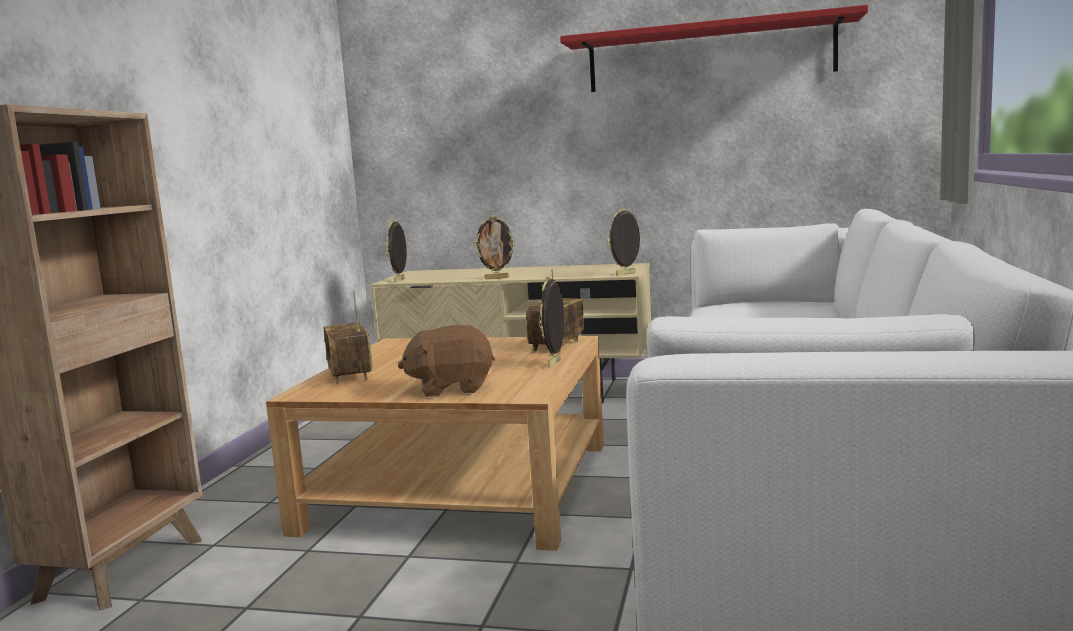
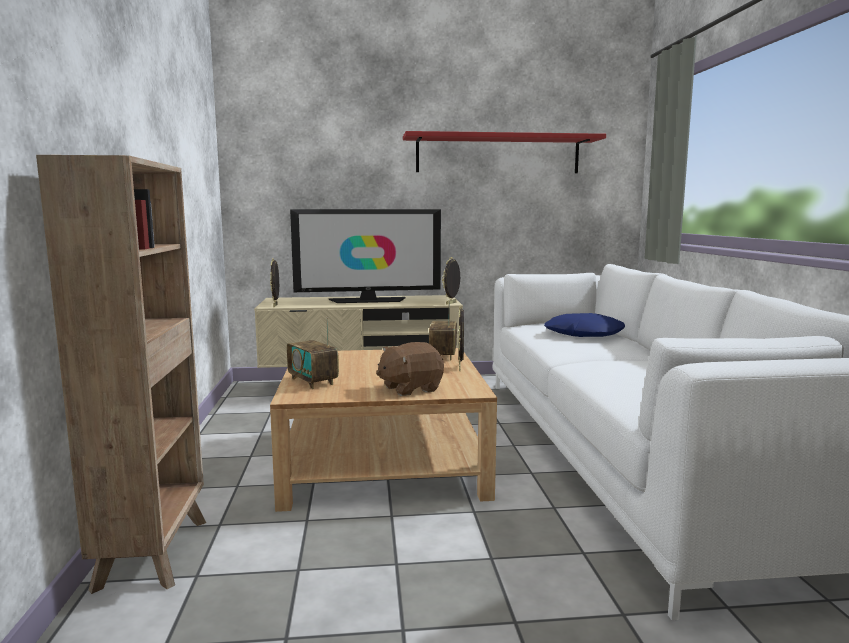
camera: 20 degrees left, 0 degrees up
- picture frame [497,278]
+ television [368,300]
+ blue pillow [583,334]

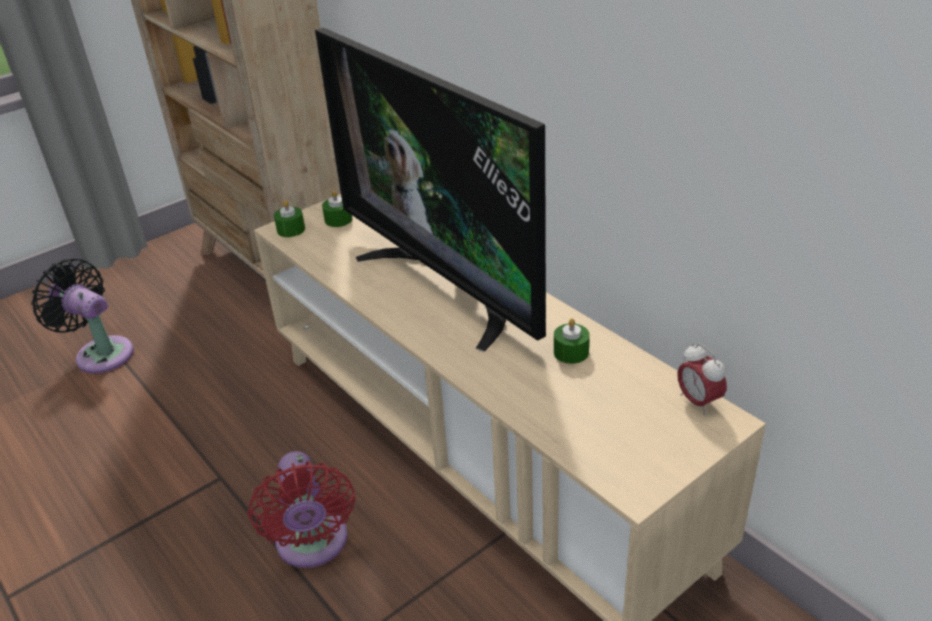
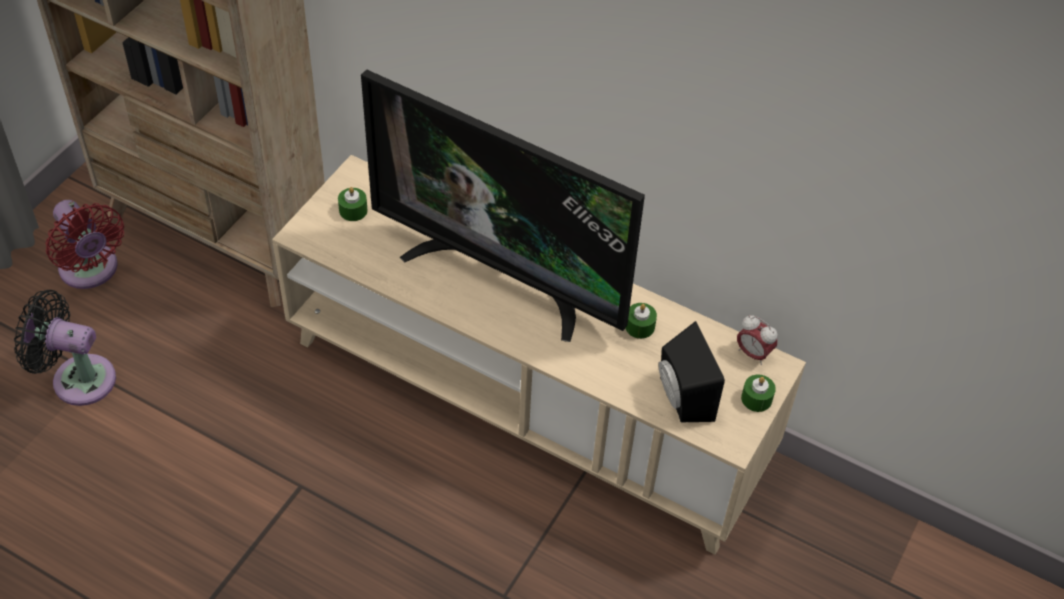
camera: 25 degrees left, 15 degrees up
~ red fan [313,545] to [91,271]
~ greenish wax candle [291,229] to [756,399]
+ black speaker [680,398]

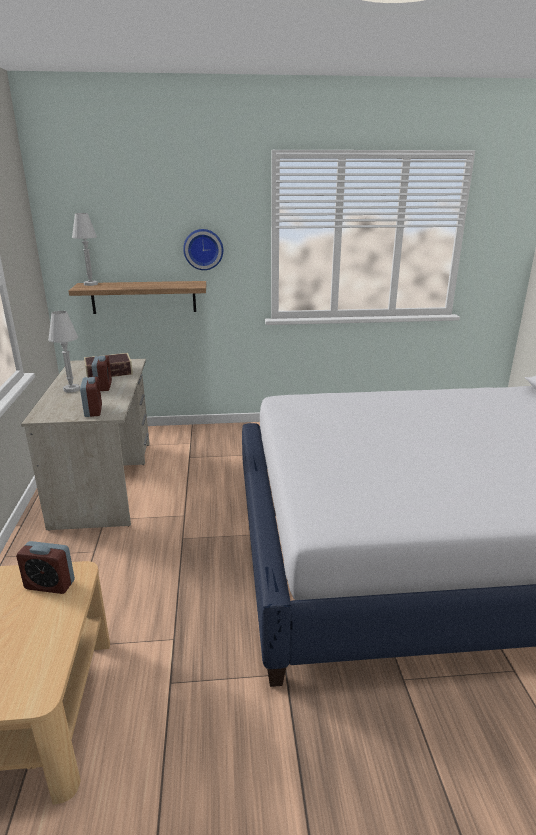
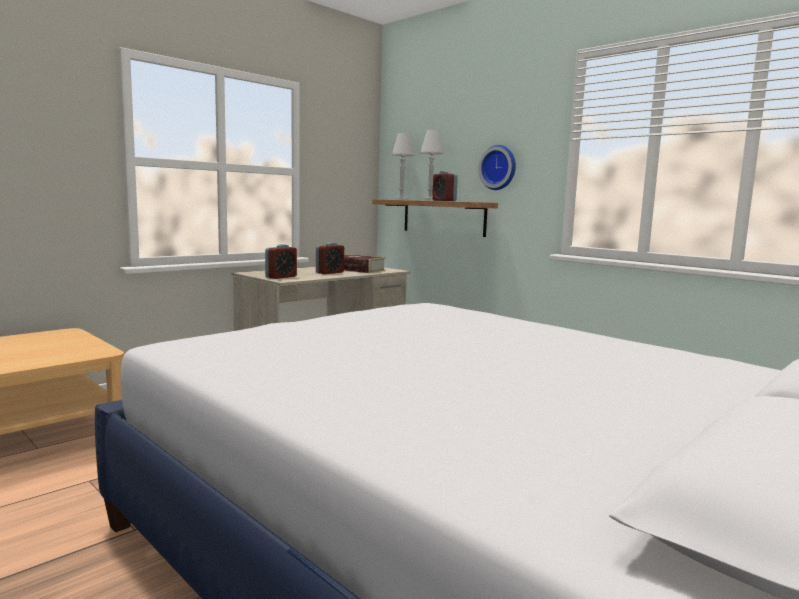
camera: 50 degrees right, 15 degrees down
~ bedside clock [50,585] to [444,200]
~ white tabletop lamp [71,389] to [430,200]

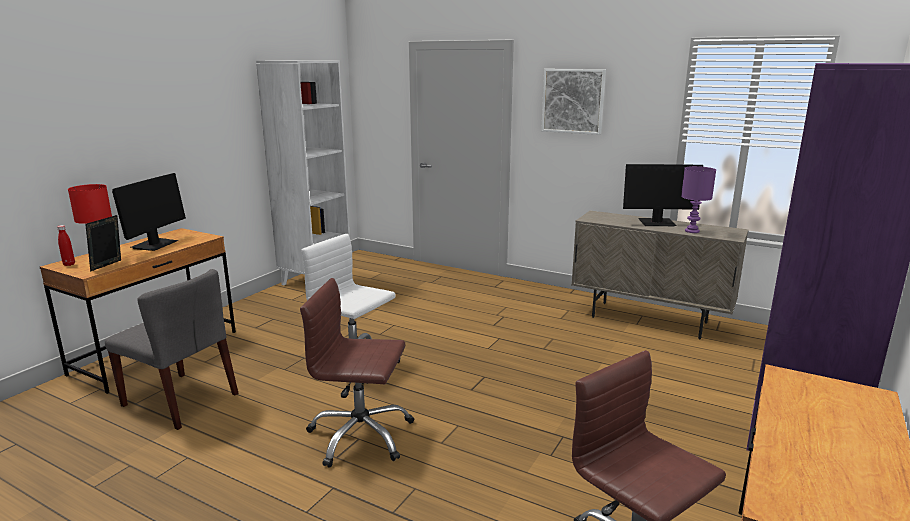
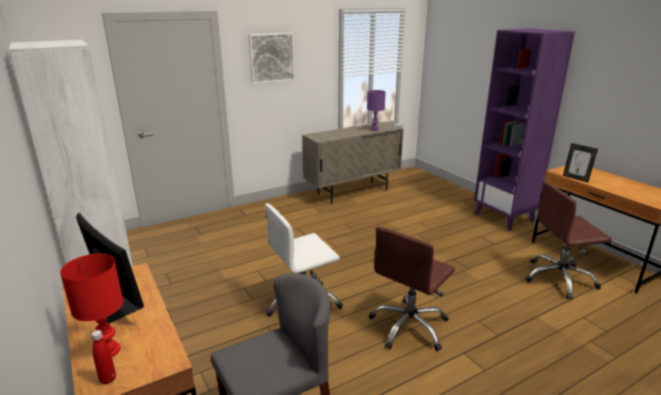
camera: 60 degrees left, 5 degrees up
~ picture frame [108,266] to [576,178]
- computer display [657,223]

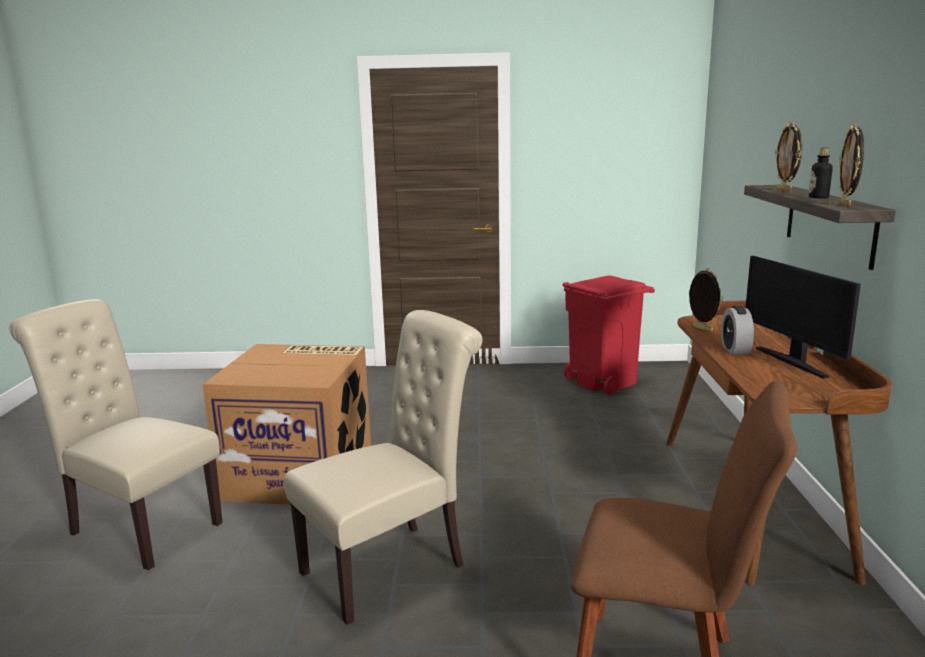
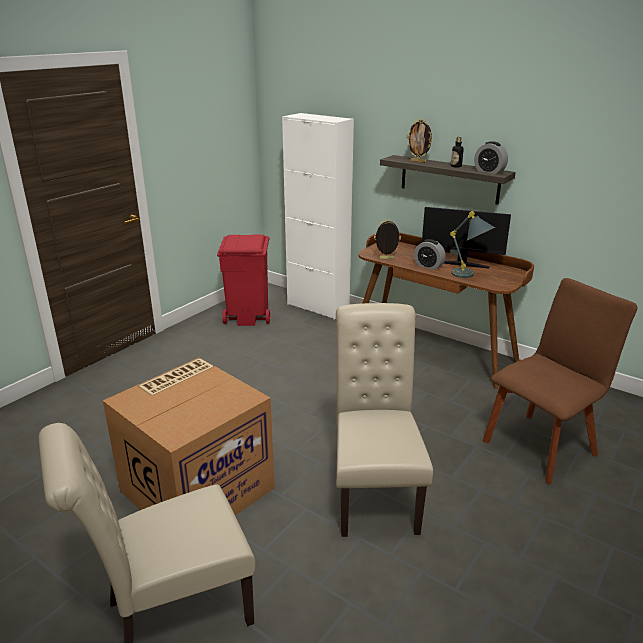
camera: 55 degrees left, 10 degrees up
~ picture frame [845,205] to bedside clock [489,171]
+ white storage cabinet [318,307]
+ greyish tabletop lamp [469,276]

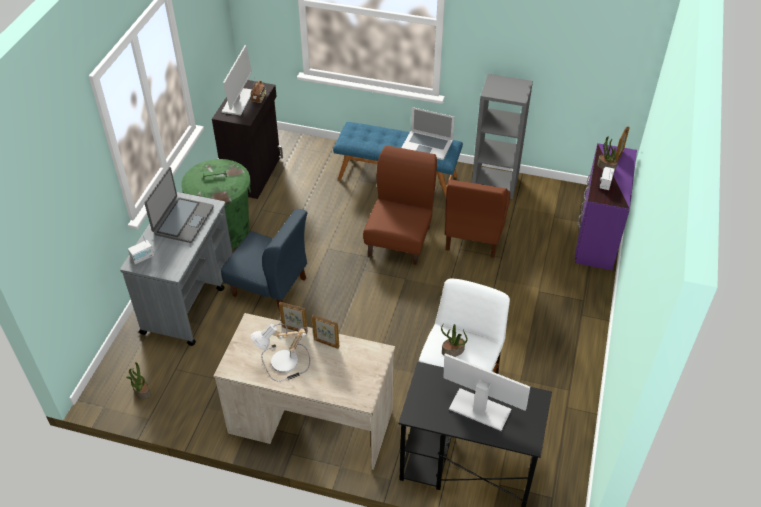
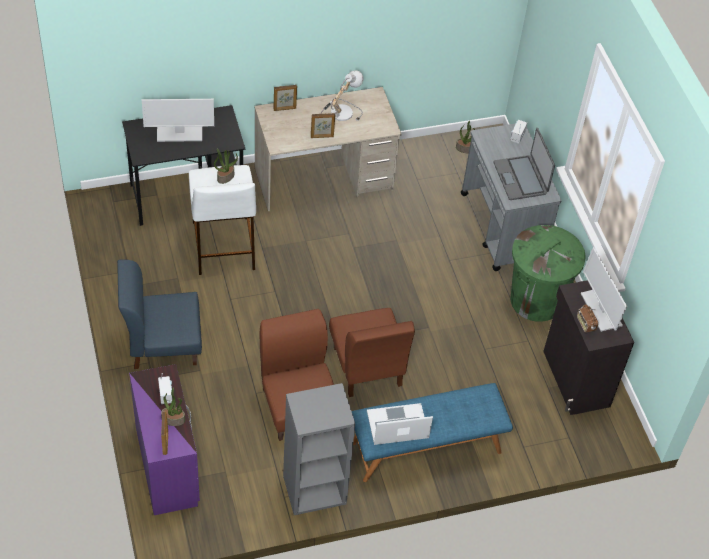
camera: 145 degrees right, 5 degrees up
~ blue plain chair [270,287] to [163,344]
~ picture frame [294,329] to [285,109]

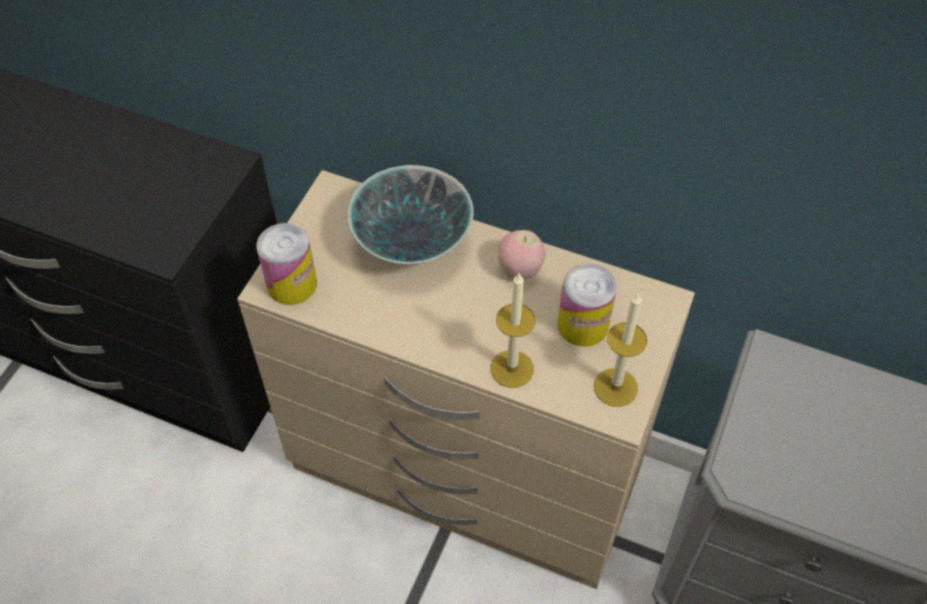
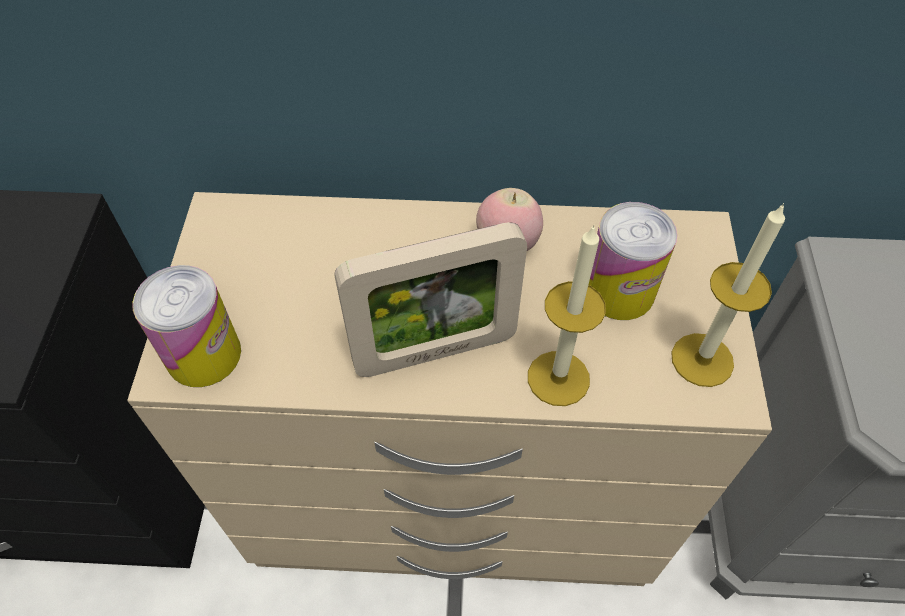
camera: 20 degrees left, 0 degrees up
- serving bowl [412,246]
+ picture frame [435,351]

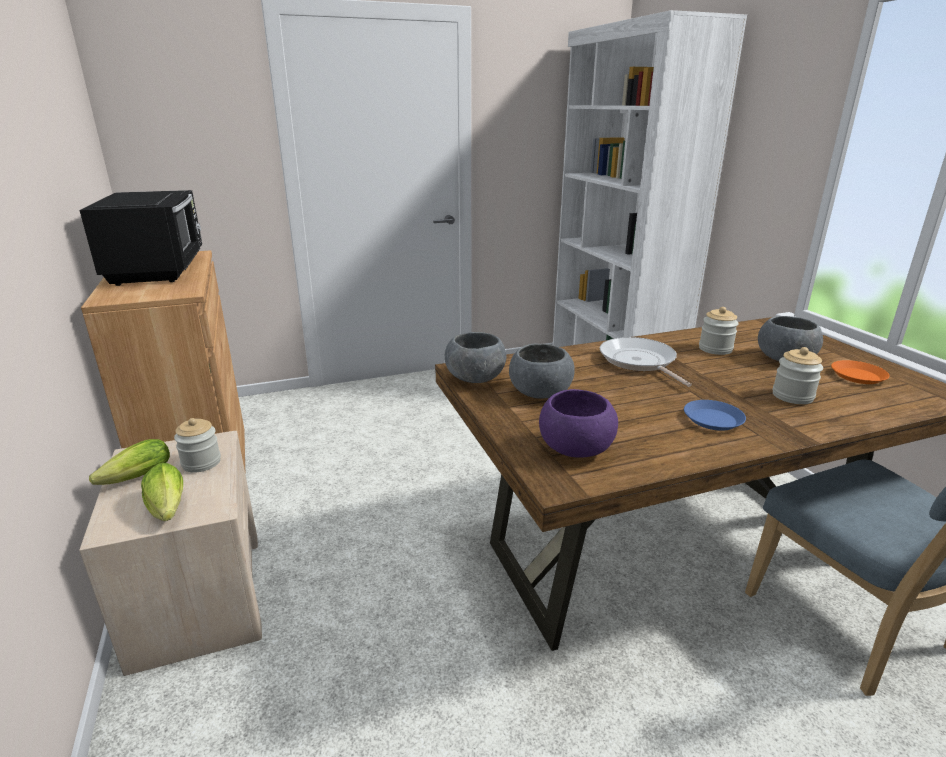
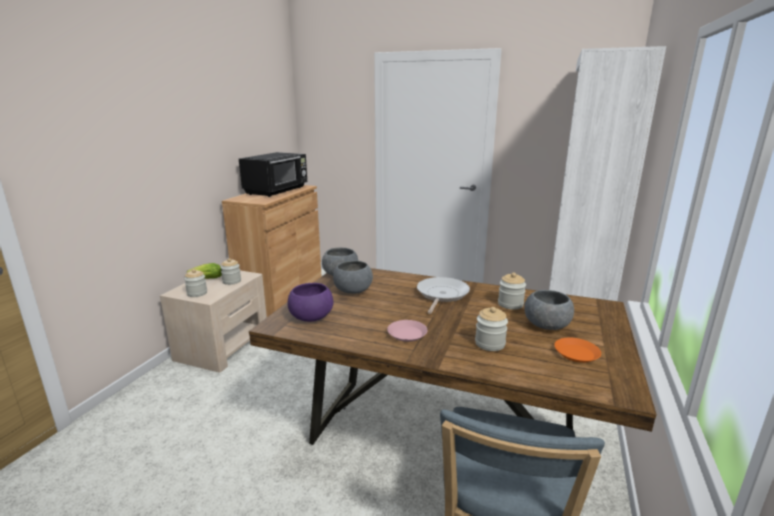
camera: 40 degrees right, 5 degrees down
~ lettuce [168,510] to storage jar [197,293]
~ blue flat dish [712,419] to pink-coloured flat dish [407,333]

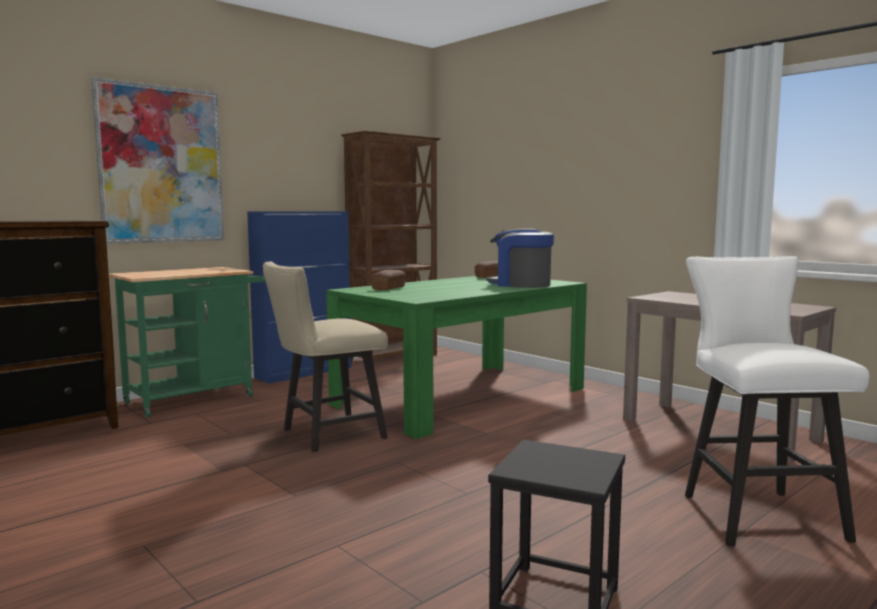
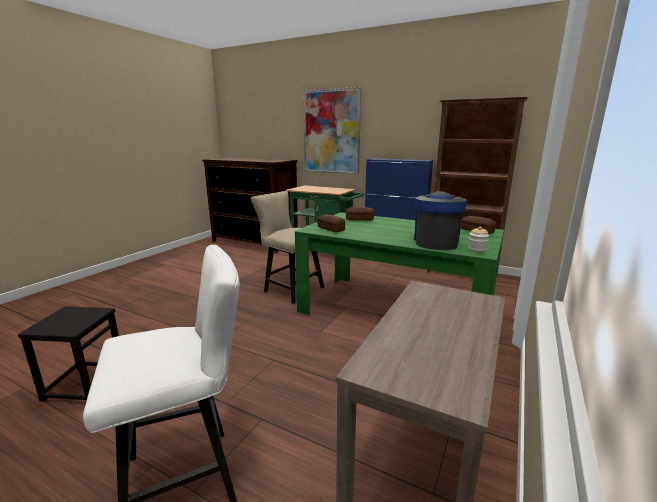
camera: 70 degrees right, 10 degrees up
+ baked bread [331,229]
+ storage jar [477,250]

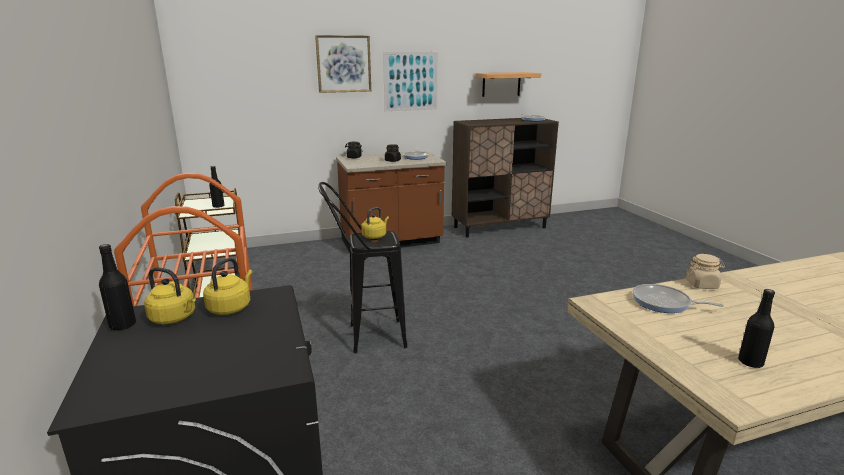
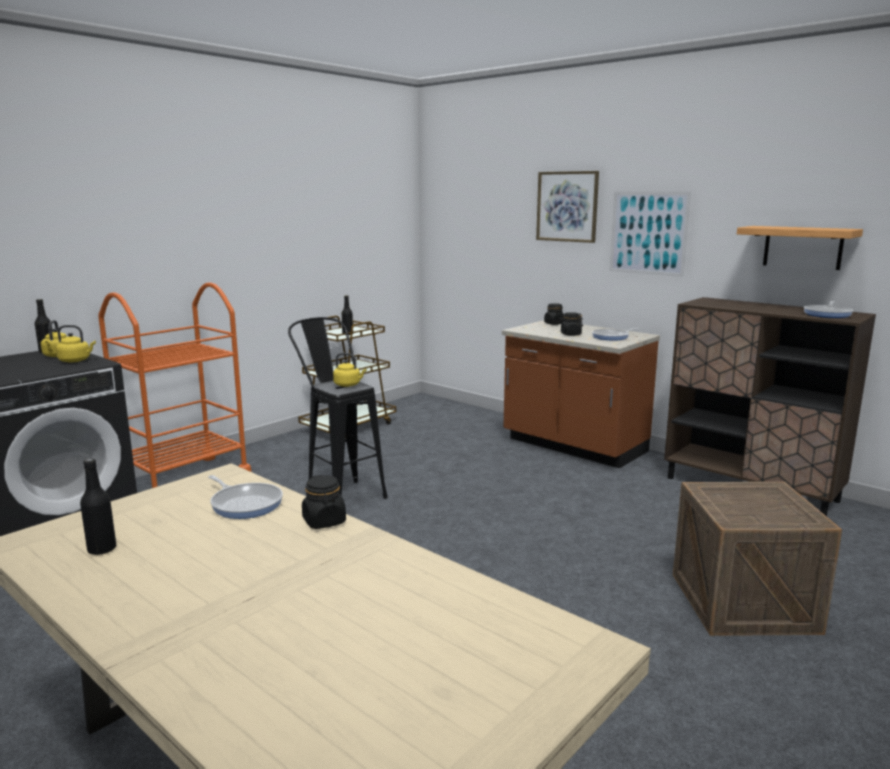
camera: 60 degrees right, 5 degrees down
~ pan [664,303] = [245,504] 135 degrees clockwise
~ beige-coloured storage jar [702,285] to black storage jar [324,521]
+ shipping crate [743,602]

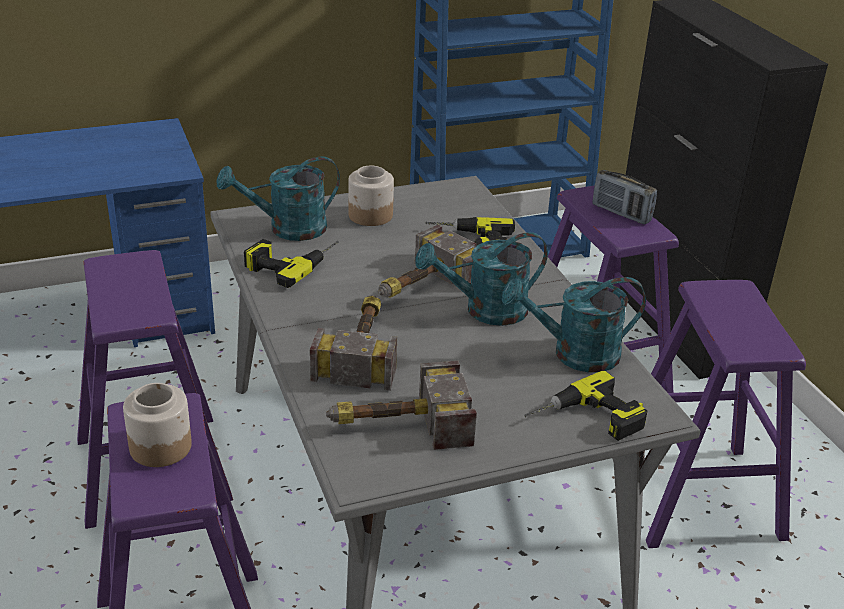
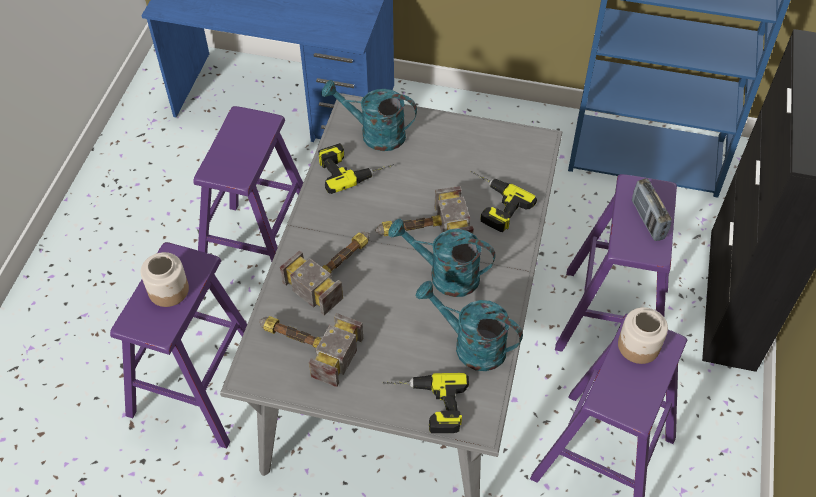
camera: 35 degrees right, 20 degrees up
~ storage jar [370,216] to [638,346]

